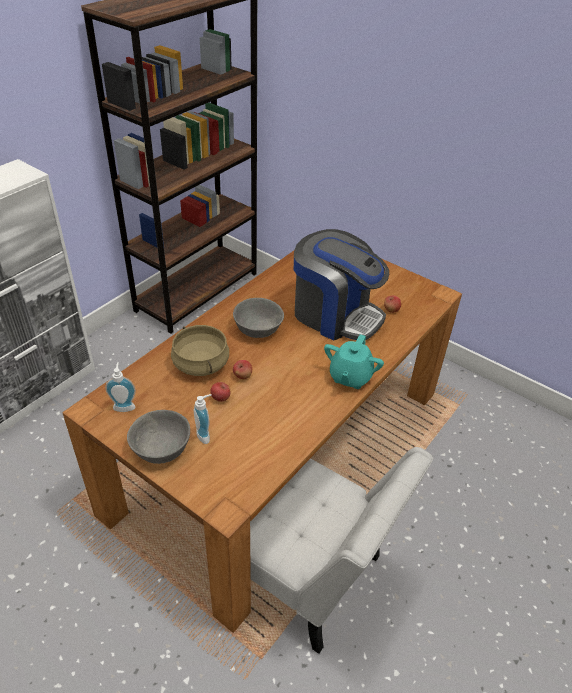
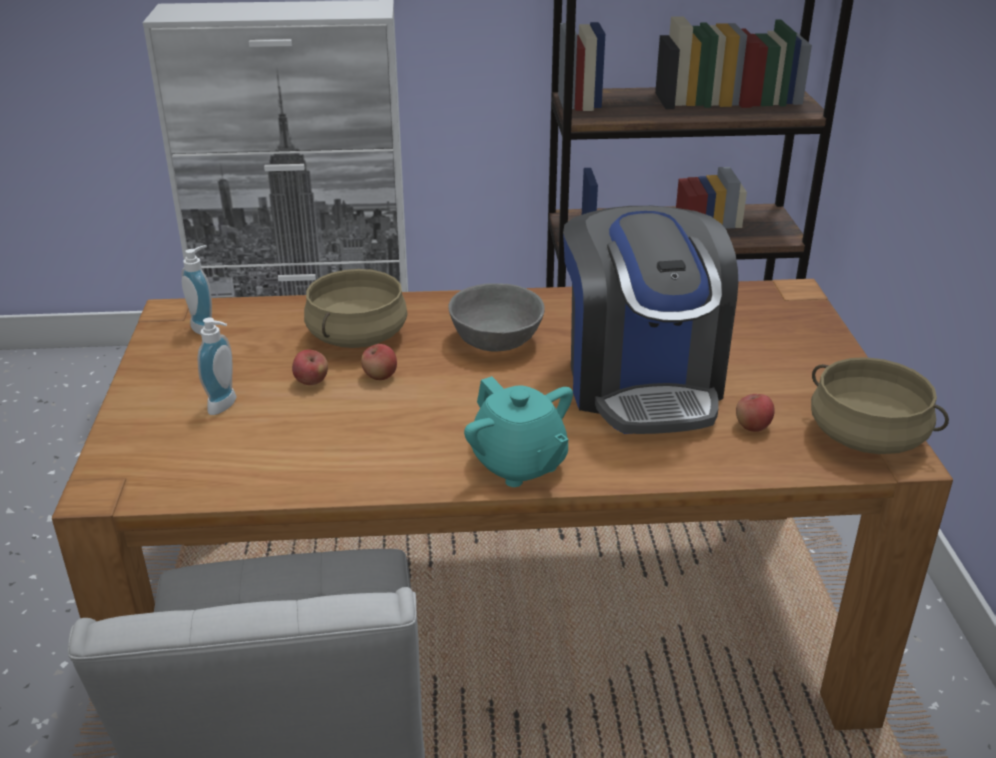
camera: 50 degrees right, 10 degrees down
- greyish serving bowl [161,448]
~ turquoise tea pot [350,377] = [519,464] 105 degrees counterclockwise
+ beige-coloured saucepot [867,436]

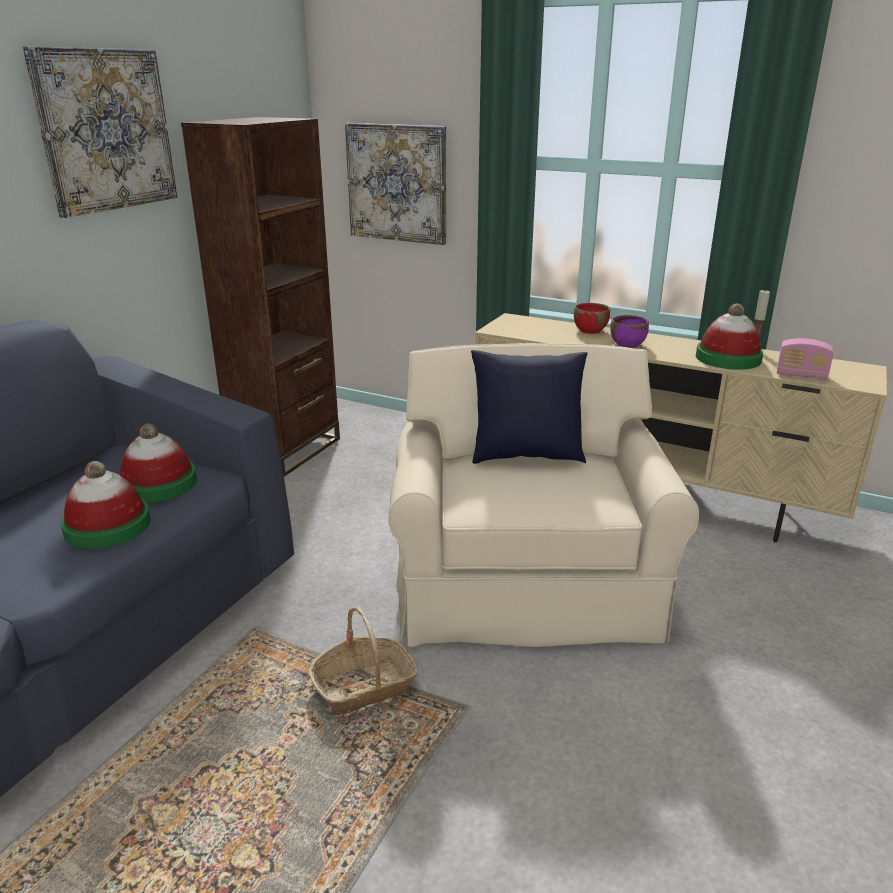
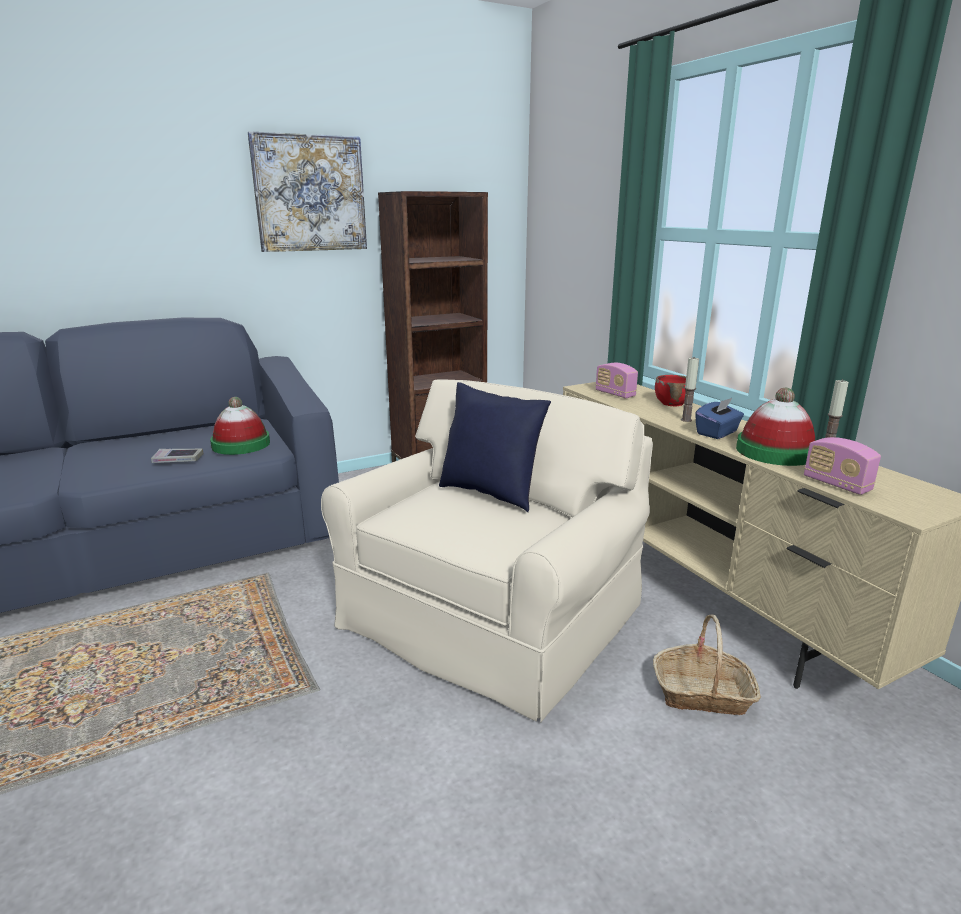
camera: 35 degrees right, 5 degrees down
~ wearable hat [107,526] to book [178,459]
~ basket [364,687] to [702,693]
- picture [397,183]
~ purple serving bowl [628,344] to wax candle [686,420]
+ radio receiver [615,394]
+ blue tissue holder [717,433]

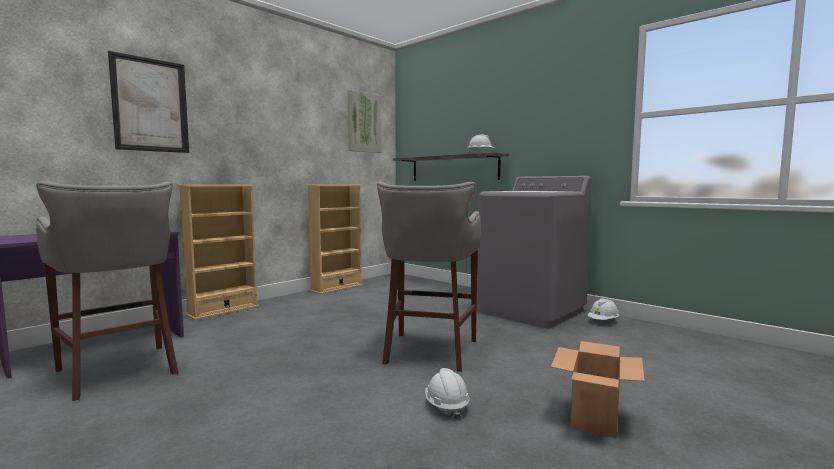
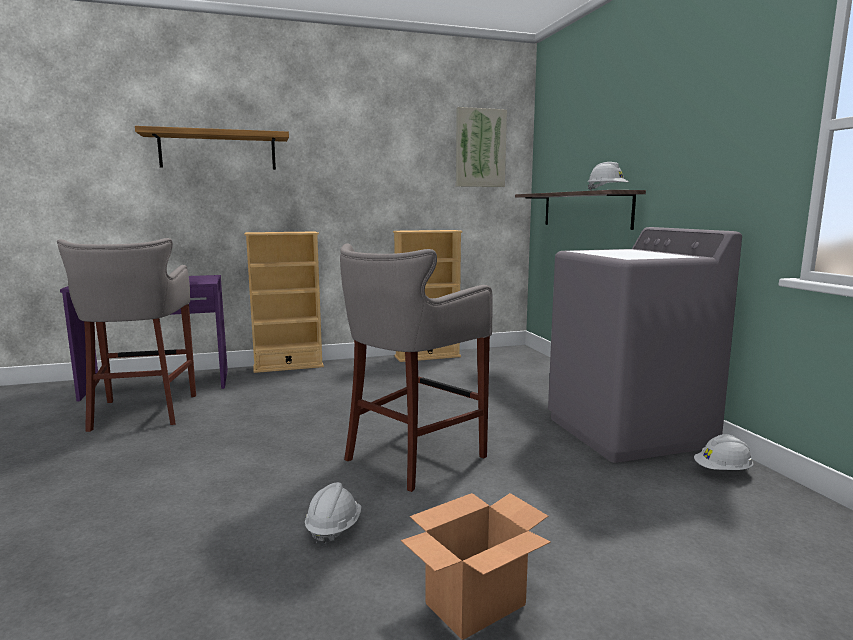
camera: 30 degrees right, 5 degrees up
~ picture [150,105] to shelf [218,151]

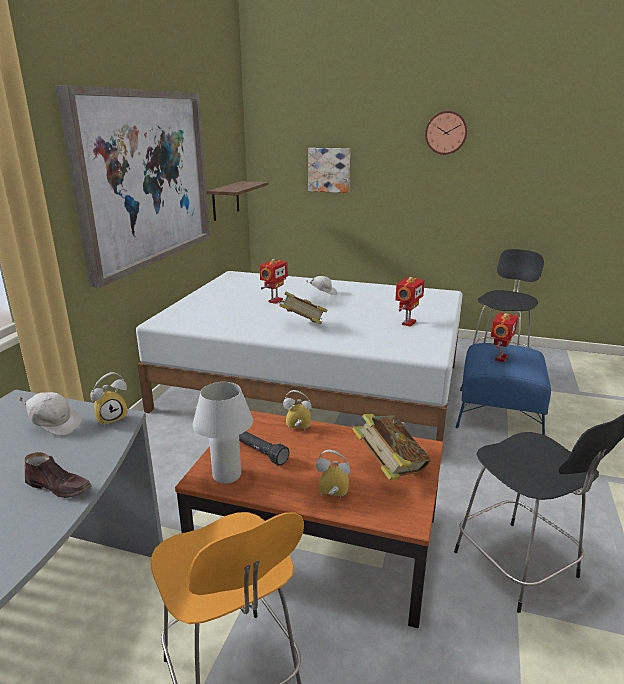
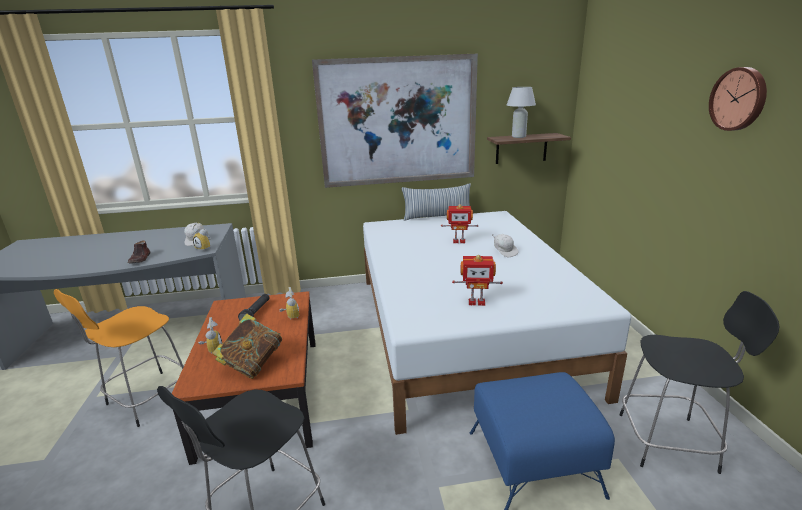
camera: 65 degrees right, 0 degrees up
~ white tabletop lamp [227,475] to [518,137]
- book [302,327]
- picture [329,170]
- model robot [499,358]
+ pillow [437,217]

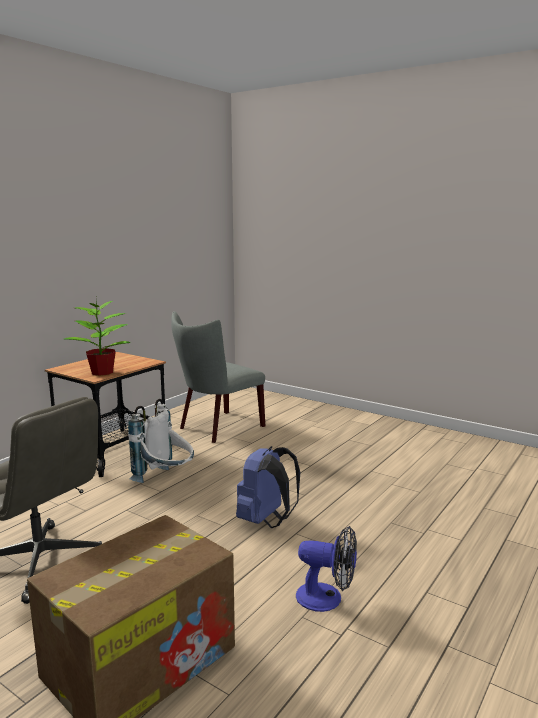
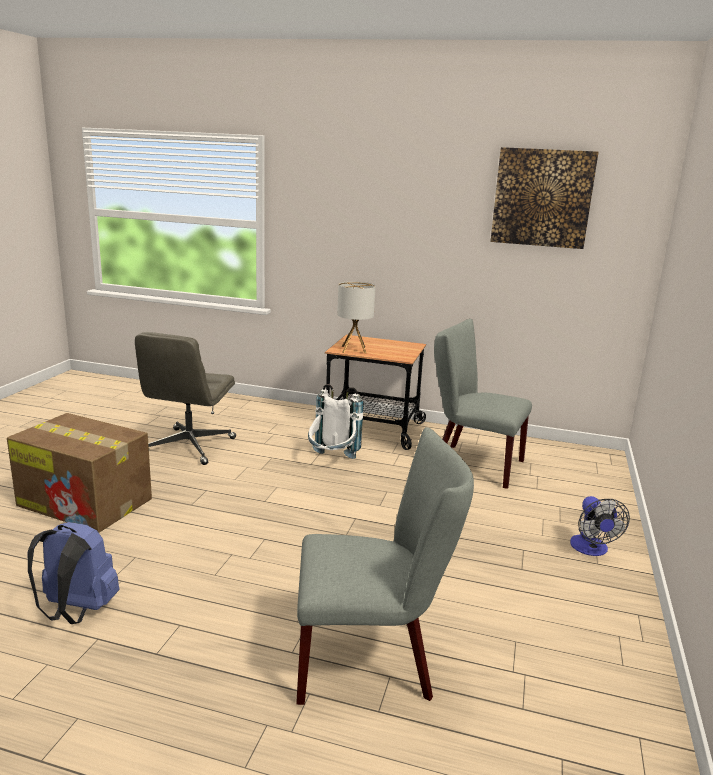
camera: 70 degrees right, 5 degrees up
~ potted plant [102,372] to tabletop lamp [353,349]
~ blue knapsack [266,521] to [76,611]
~ fan [327,598] to [591,549]
+ greyish plain chair [373,659]
+ picture [542,198]

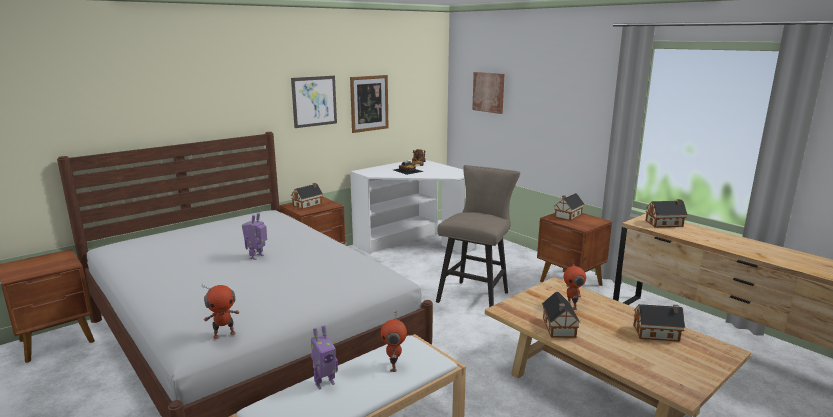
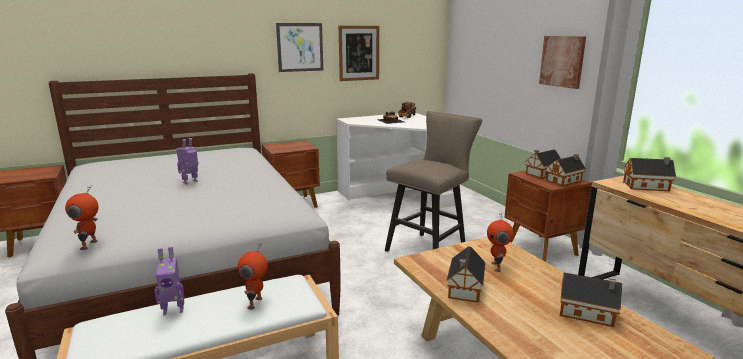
camera: 15 degrees right, 0 degrees up
~ model robot [224,334] = [90,245] 105 degrees clockwise
~ miniature house [308,204] to [565,180]
~ picture [489,92] to [562,61]

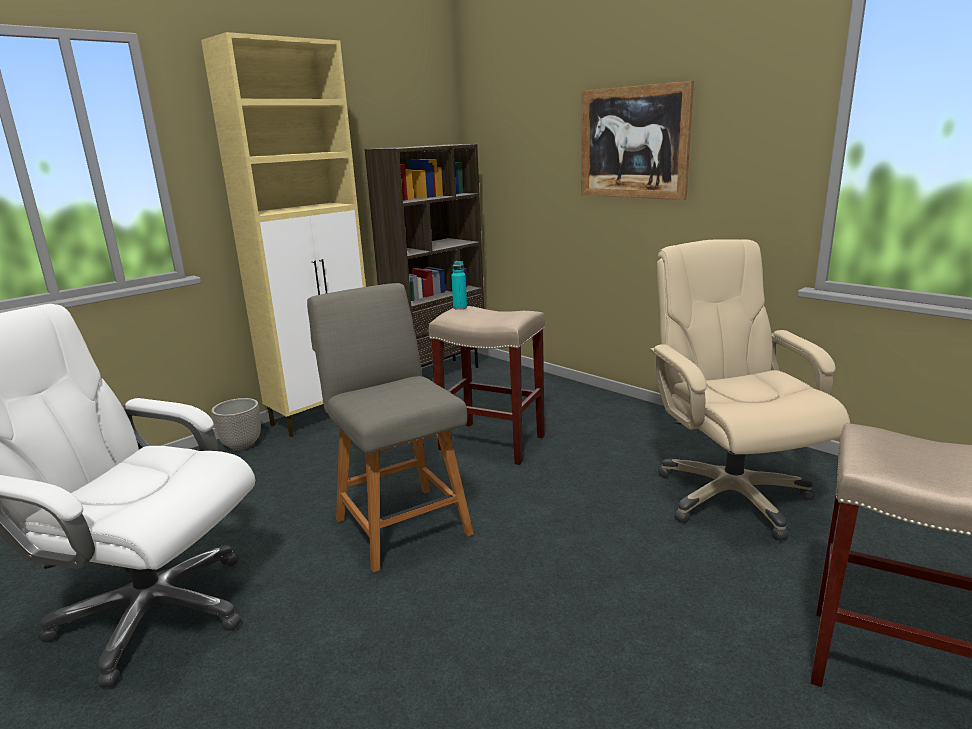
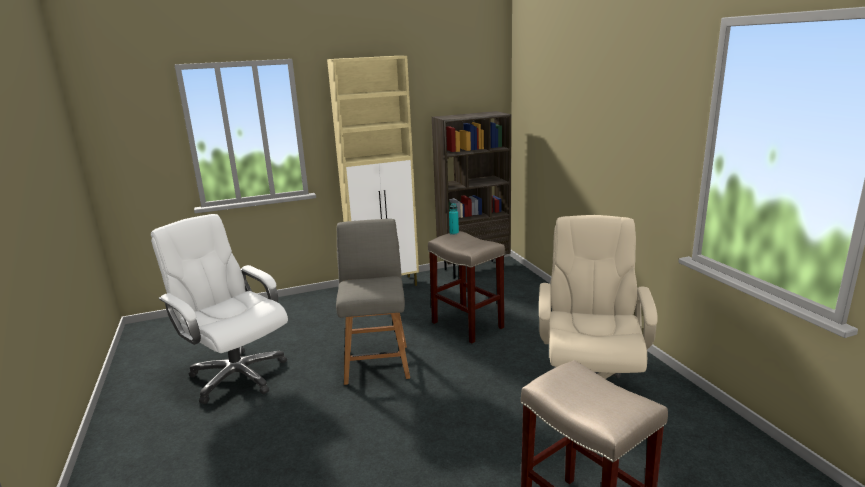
camera: 25 degrees right, 0 degrees up
- plant pot [241,445]
- picture [633,143]

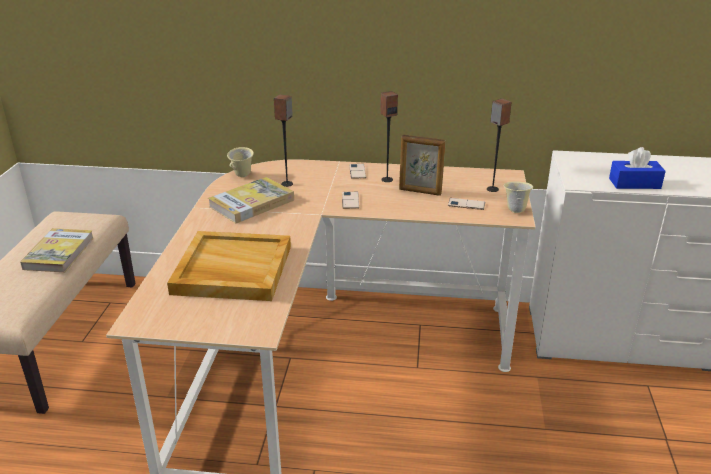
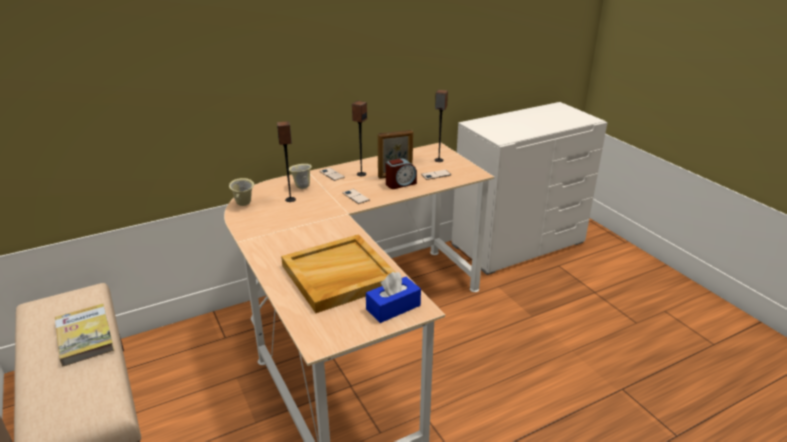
camera: 35 degrees left, 0 degrees up
- book [252,203]
~ beige-coloured coffee mug [515,210] to [301,187]
~ blue tissue holder [634,183] to [393,307]
+ bedside clock [400,184]

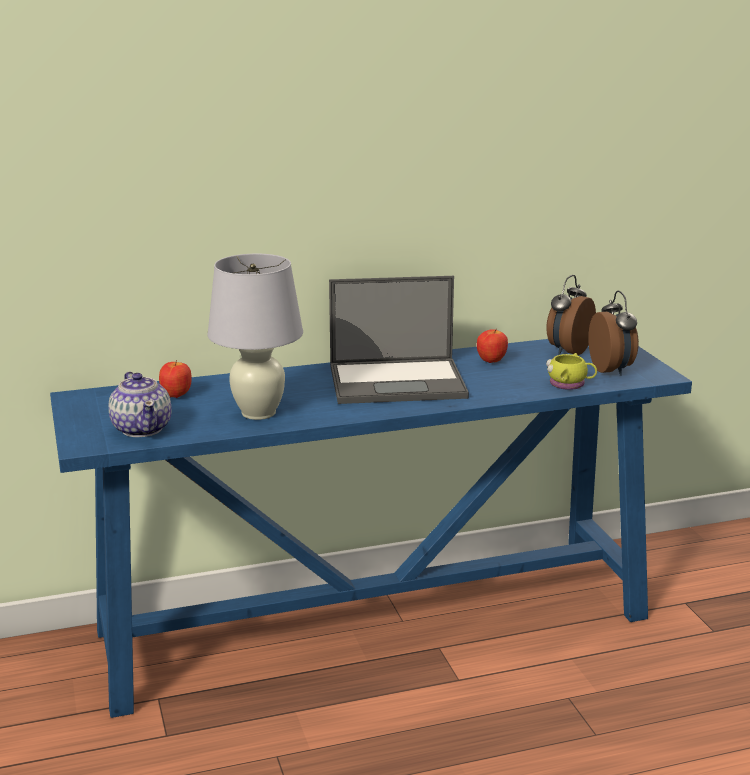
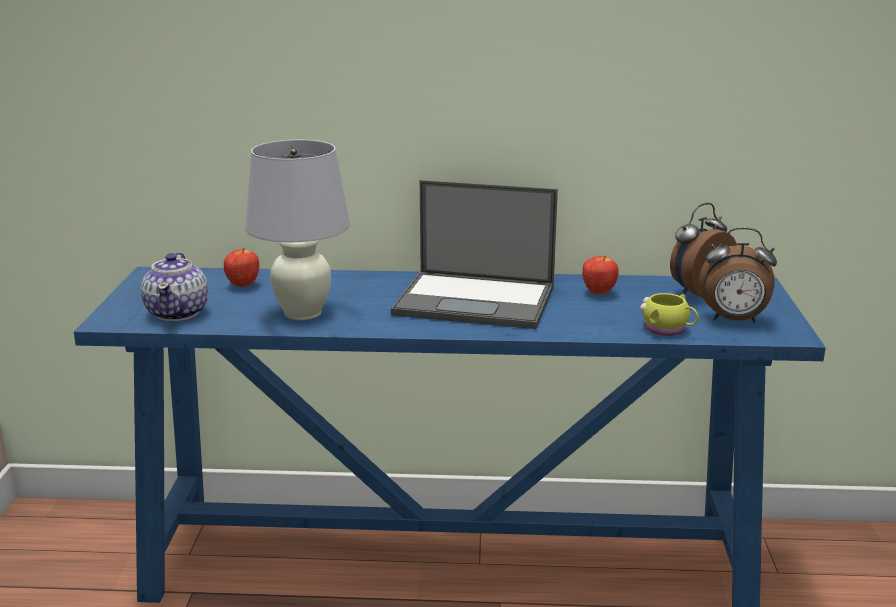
camera: 20 degrees right, 0 degrees up
~ bedside clock [612,370] = [733,320] 90 degrees clockwise

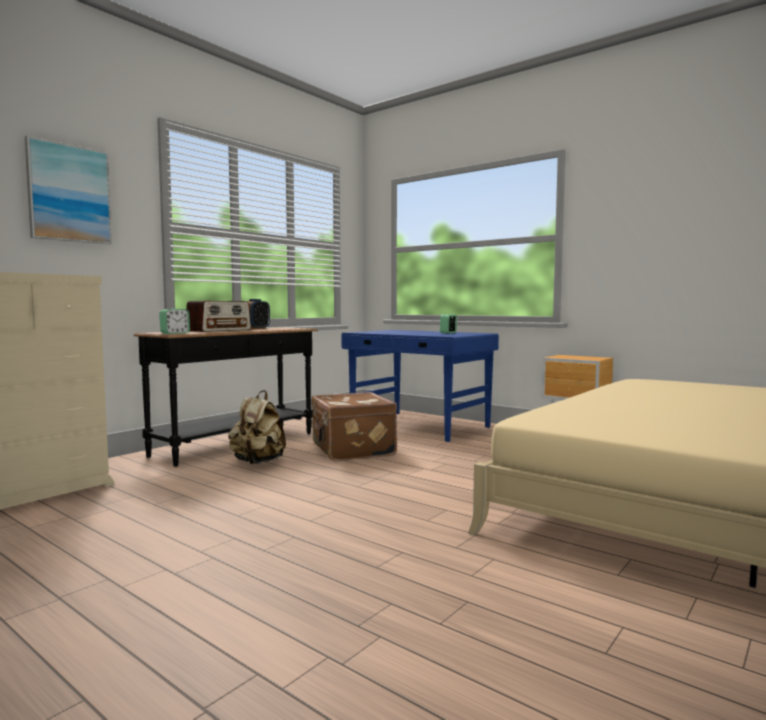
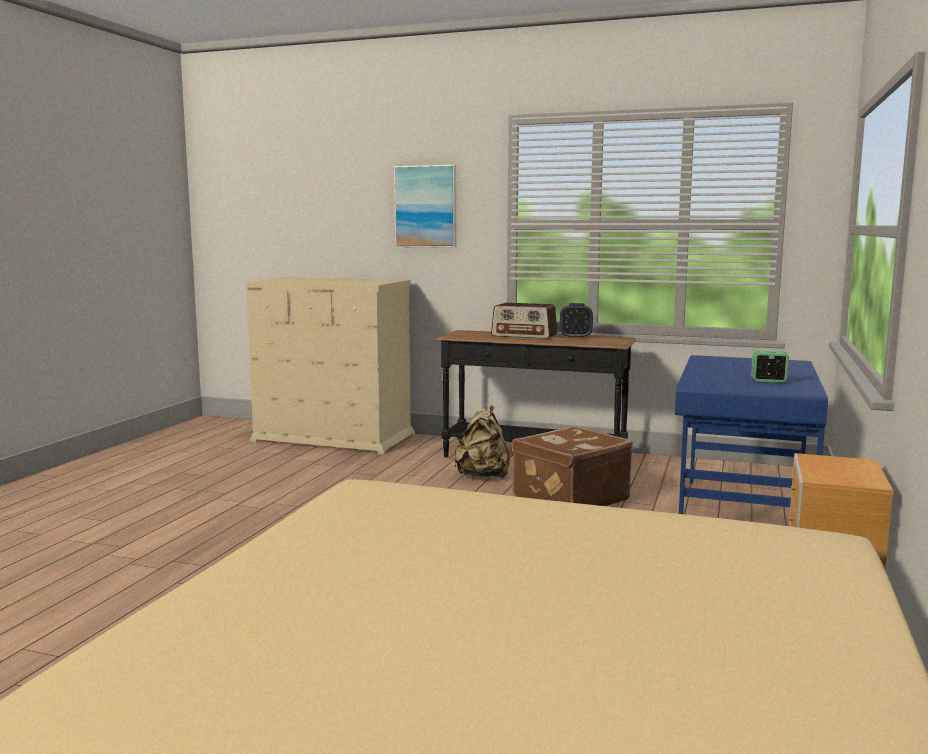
camera: 70 degrees right, 5 degrees up
- bedside clock [175,333]

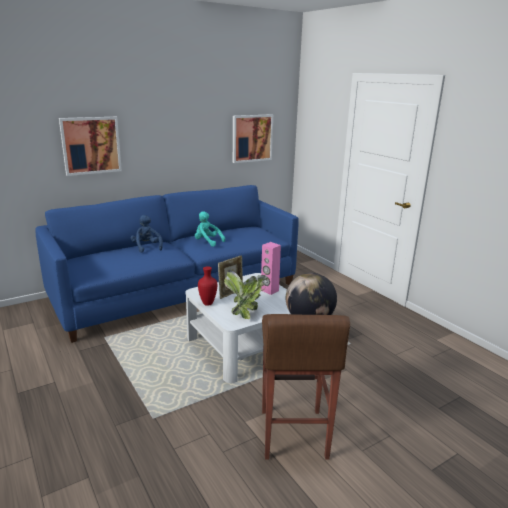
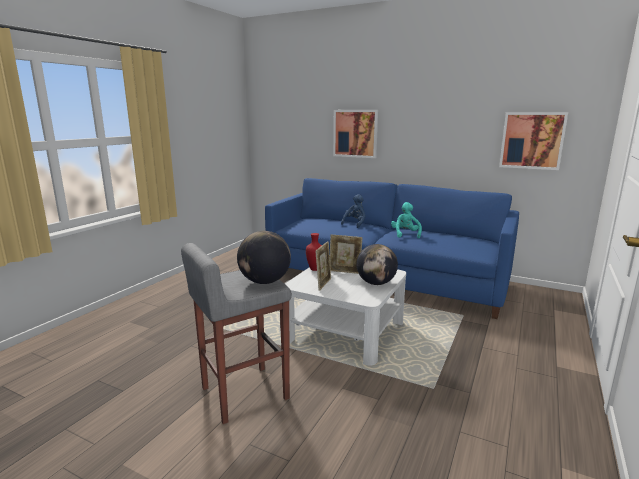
camera: 60 degrees right, 5 degrees down
~ potted plant [246,310] to picture frame [323,284]
~ pink-coloured speaker [269,290] to desk globe [376,283]
~ brown-coloured stool seat [292,434] to greyish stool seat [243,393]

